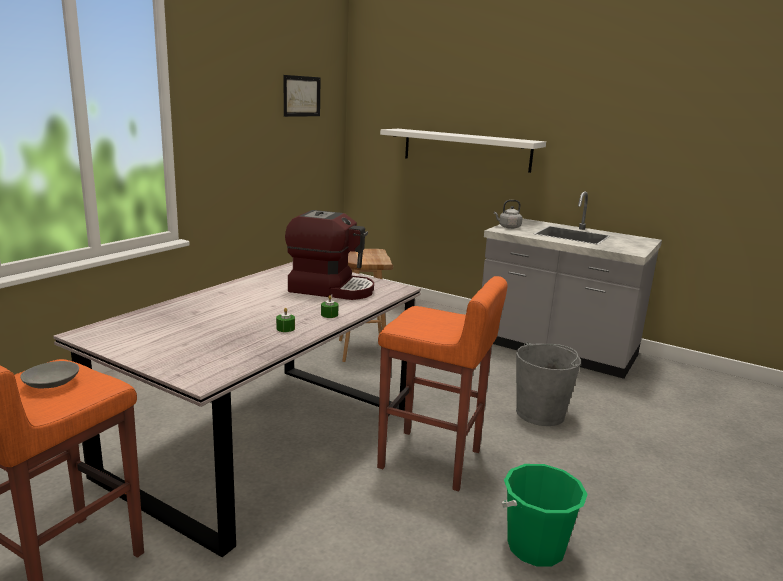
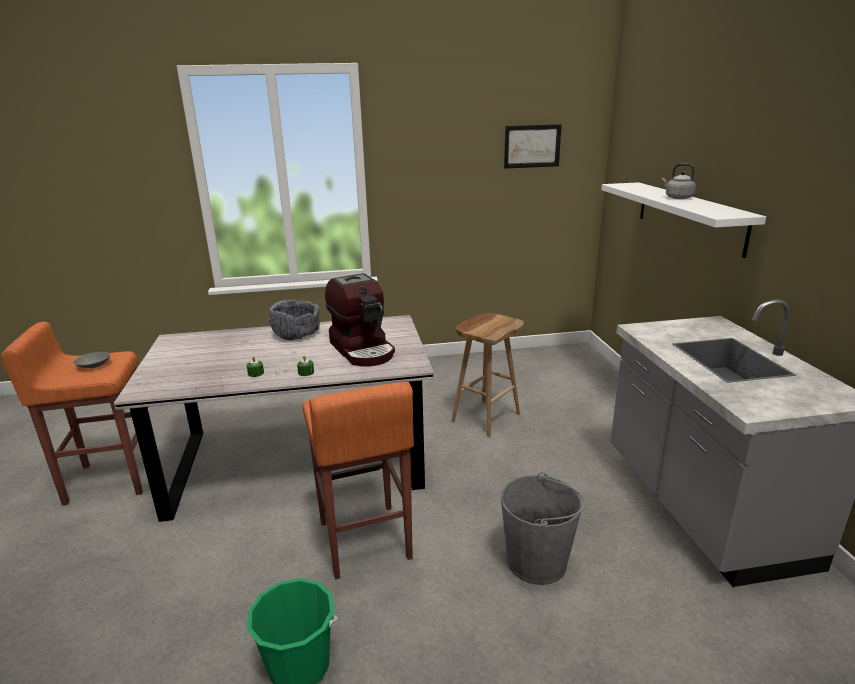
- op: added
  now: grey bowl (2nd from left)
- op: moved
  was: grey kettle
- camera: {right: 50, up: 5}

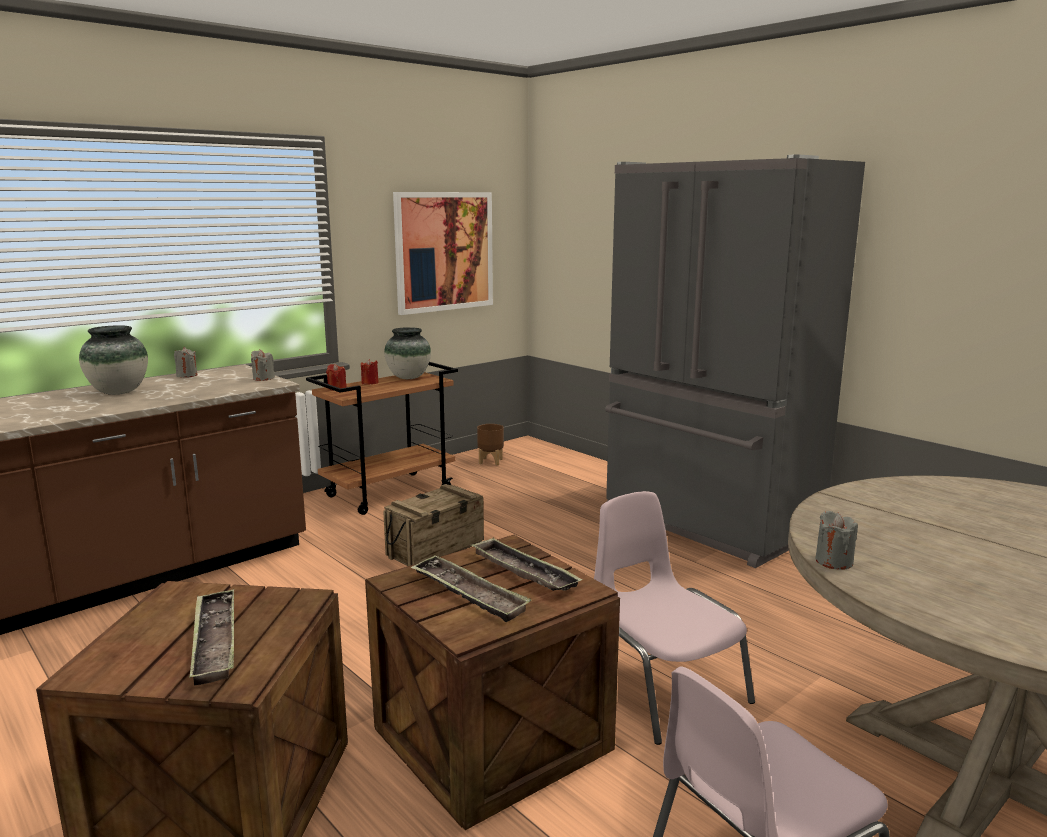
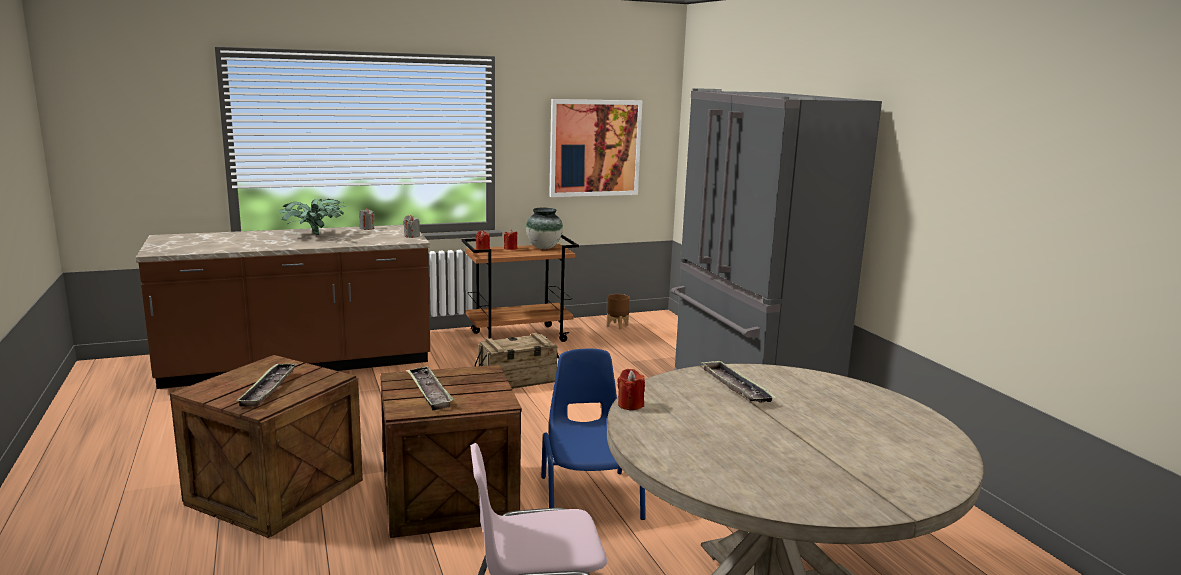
- op: replaced
  was: vase (1st from left)
  now: potted plant
- op: recoloured
  was: pink chair (1st from left)
  now: blue chair
- op: recoloured
  was: grey candle (3rd from left)
  now: red candle (3rd from left)
- op: moved
  was: tray (3rd from left)
- camera: {right: 20, up: 0}

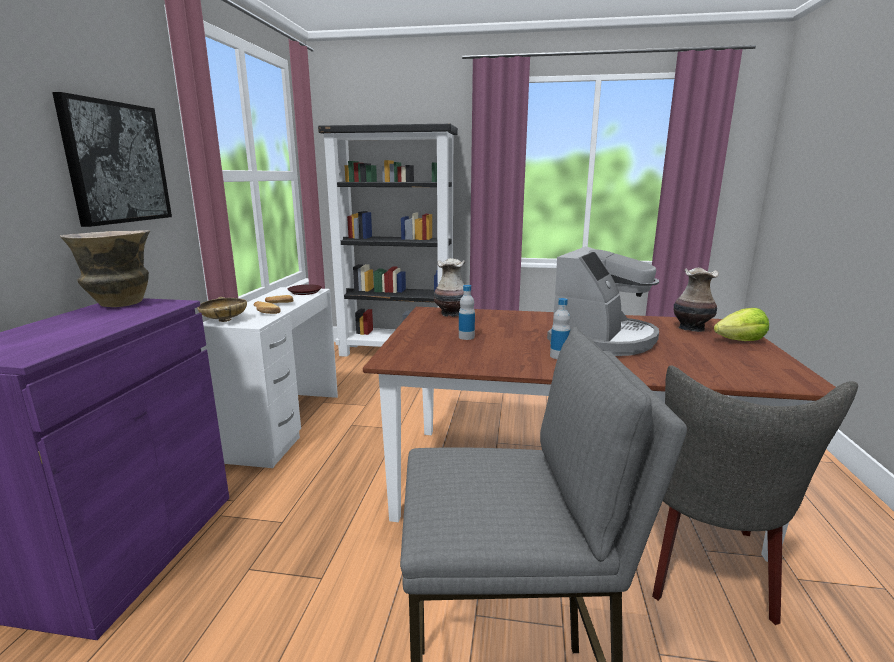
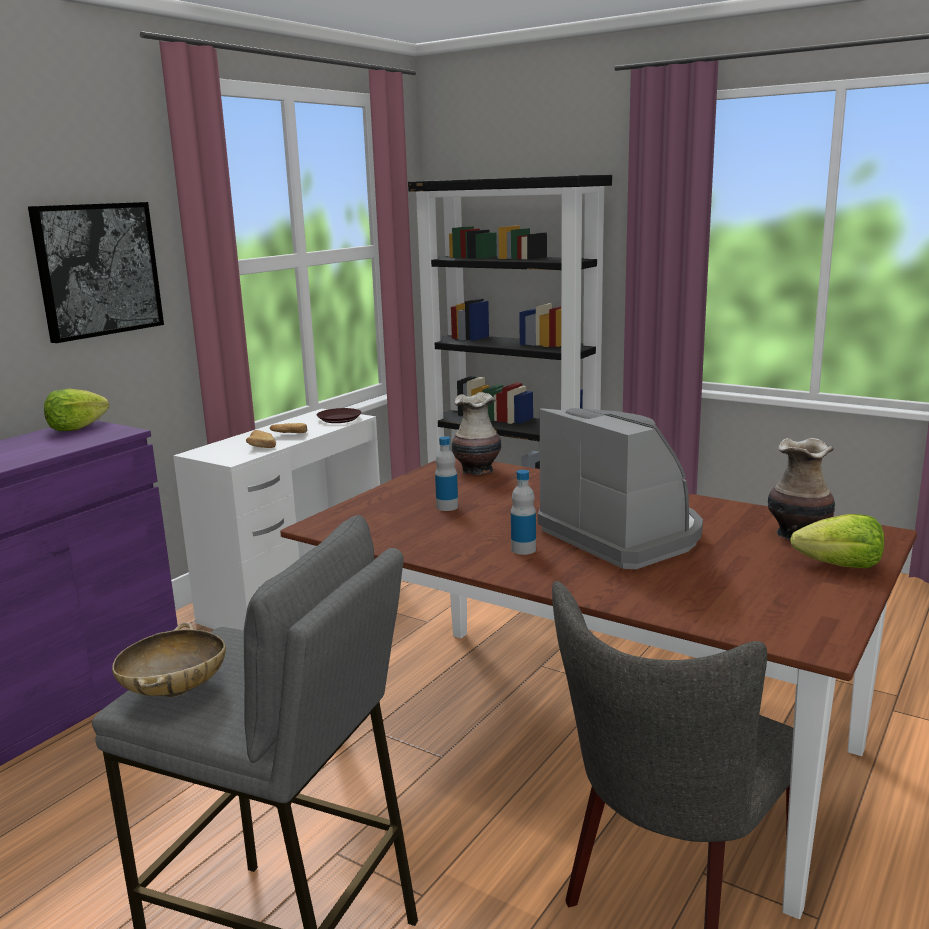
- op: replaced
  was: vase (1st from left)
  now: lettuce (1st from left)
- op: moved
  was: beige bowl
- op: turned
  was: coffee machine
  clockwise: -90
- camera: {right: 25, up: 0}

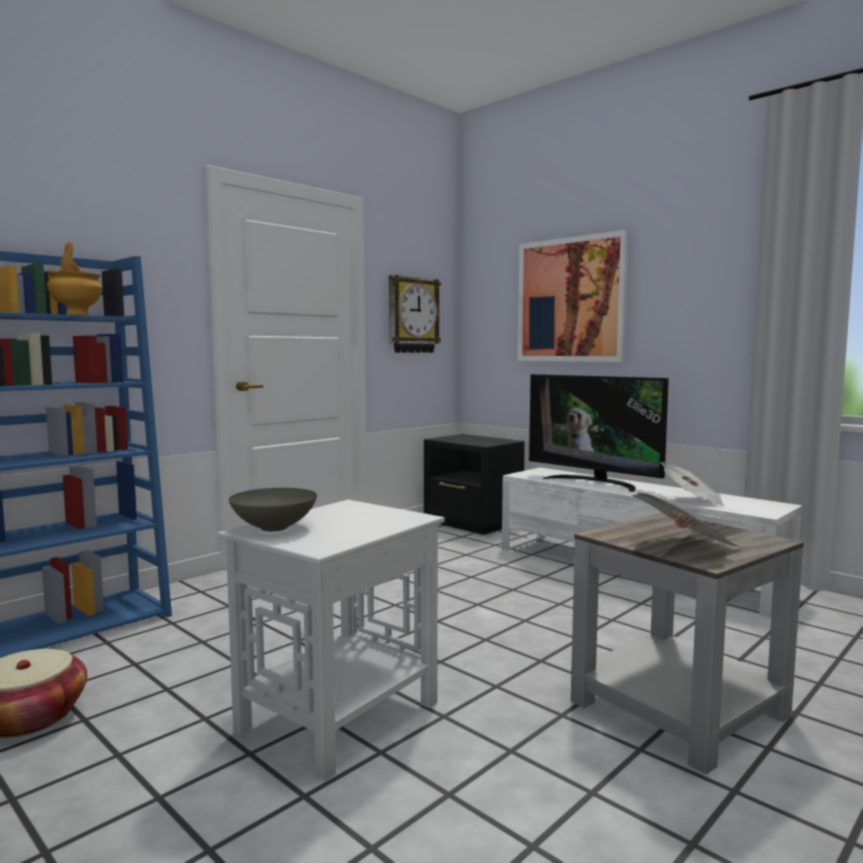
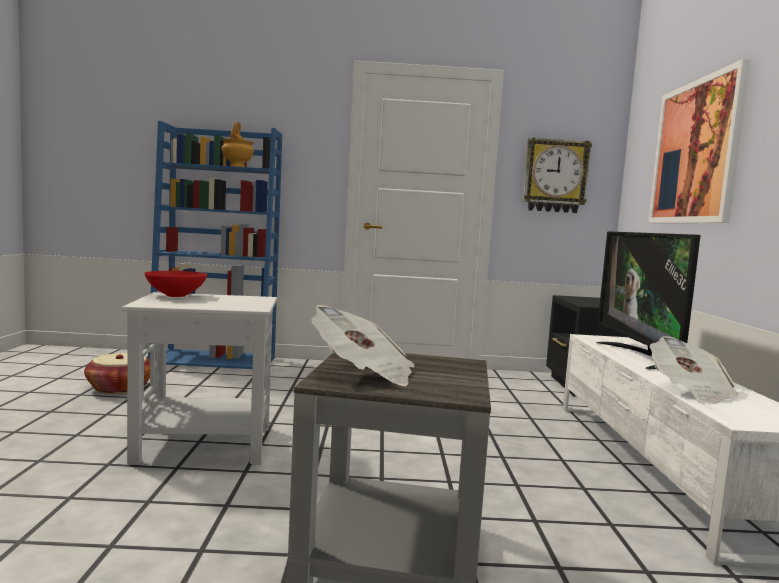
- op: recoloured
  was: grey bowl
  now: red bowl
- camera: {right: 45, up: 0}

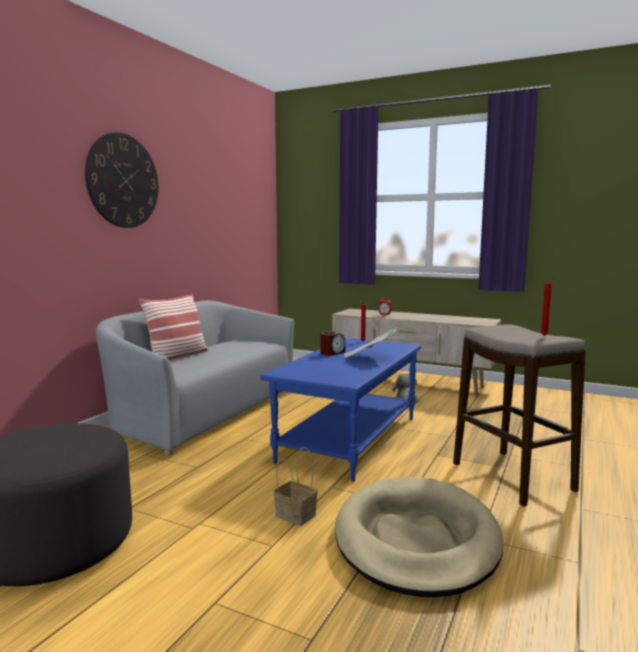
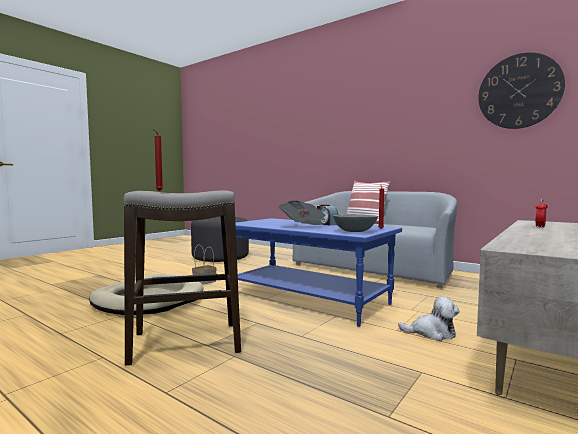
- op: added
  now: grey bowl
- op: moved
  was: wall clock
- camera: {right: 100, up: -5}

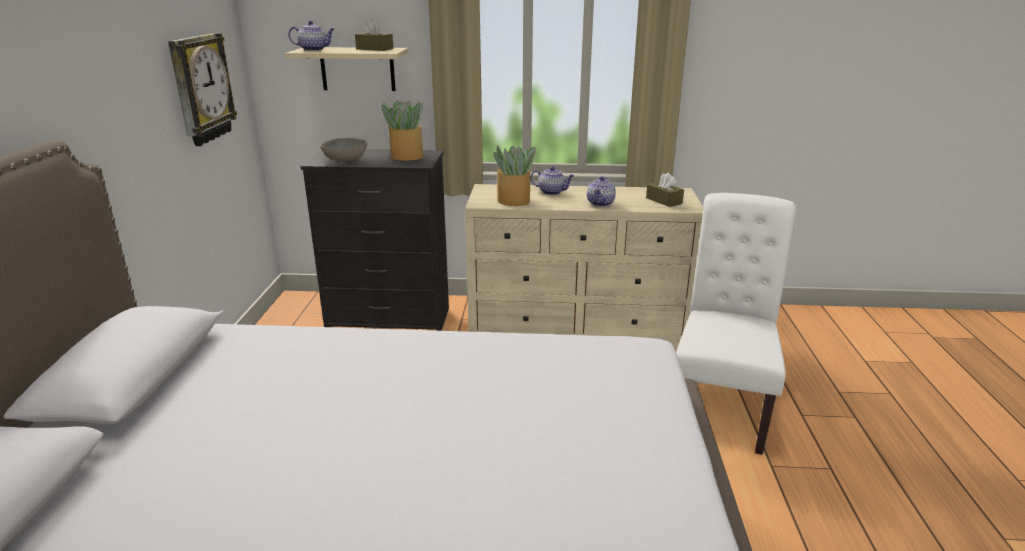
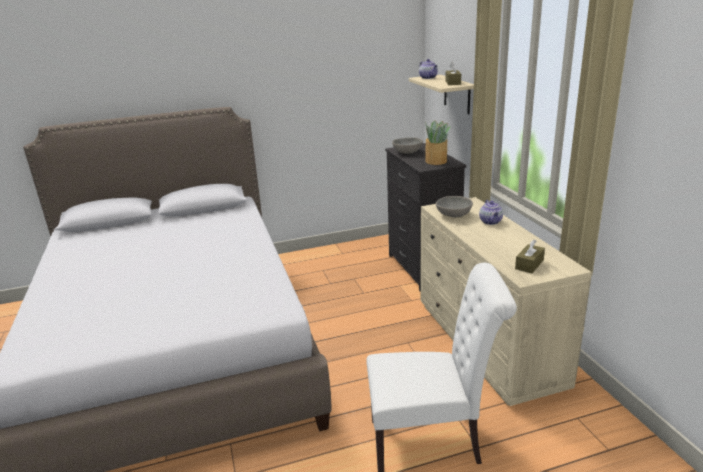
- op: replaced
  was: potted plant (2nd from left)
  now: grey bowl (2nd from left)
- op: removed
  was: wall clock
- op: removed
  was: teapot (3rd from left)
- camera: {right: 70, up: 0}

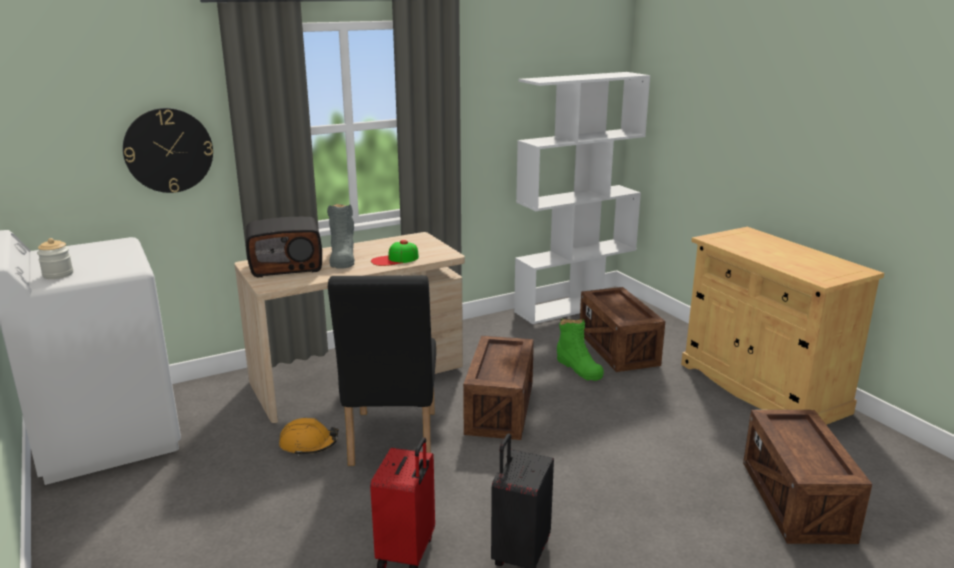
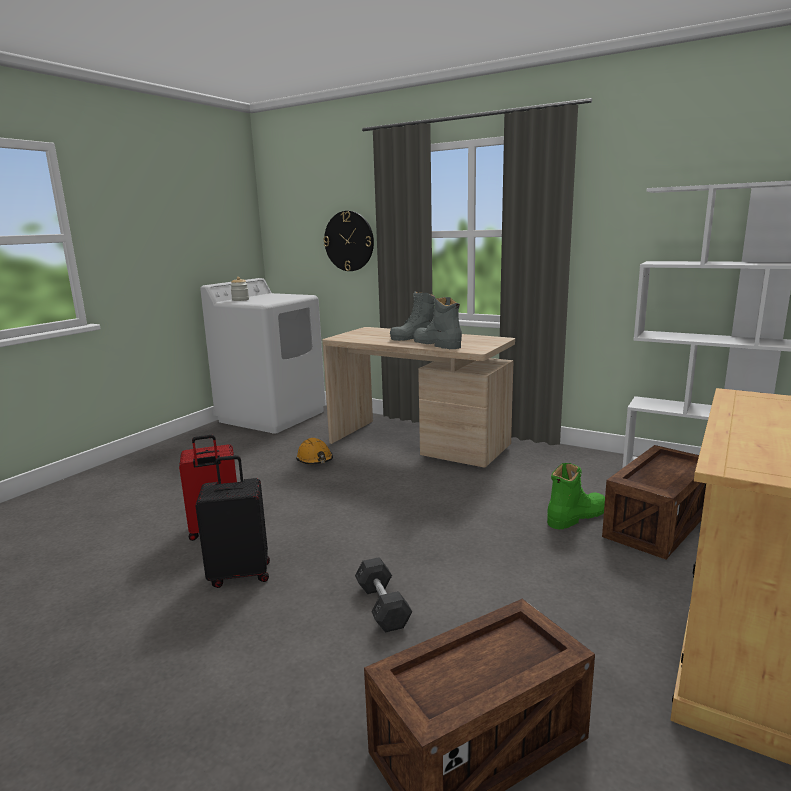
- op: added
  now: grey dumbbell
- op: replaced
  was: cap
  now: grey boot (2nd from left)
- op: turned
  was: green boot
  clockwise: -150
- op: removed
  was: radio
- op: removed
  was: black chair
- op: removed
  was: crate (1st from left)
- camera: {right: 60, up: -5}

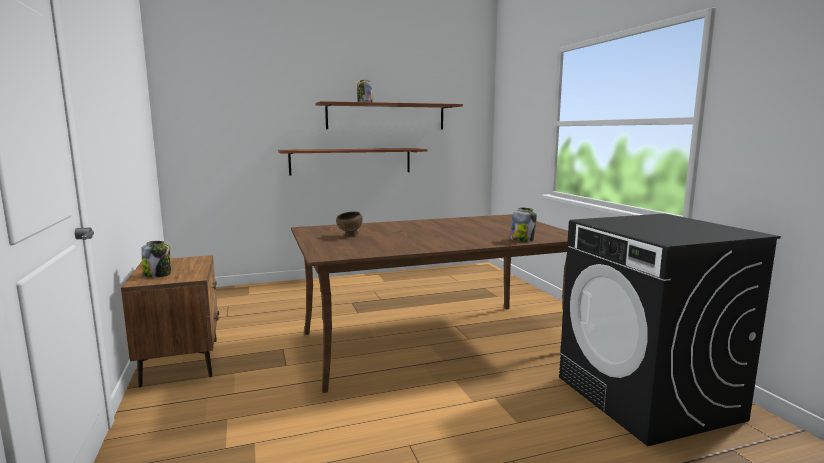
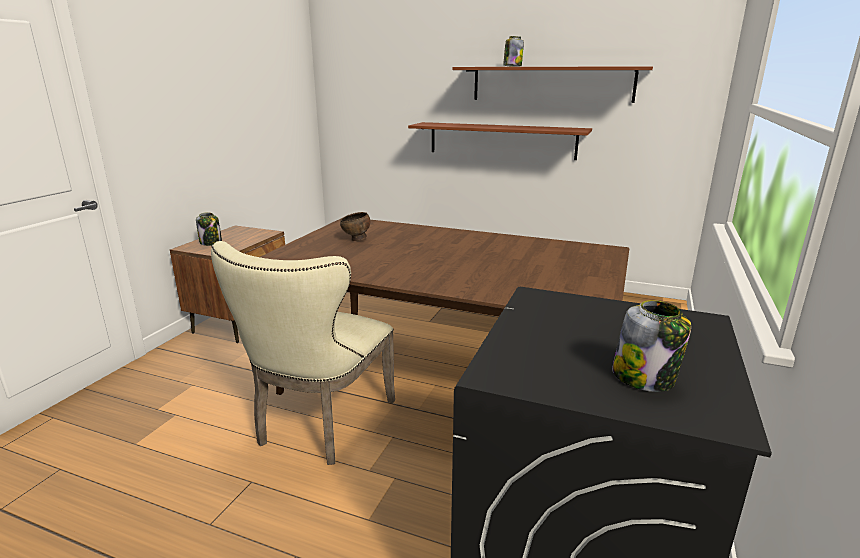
- op: added
  now: beige chair
- op: moved
  was: jar (3rd from left)
- camera: {right: 40, up: 10}

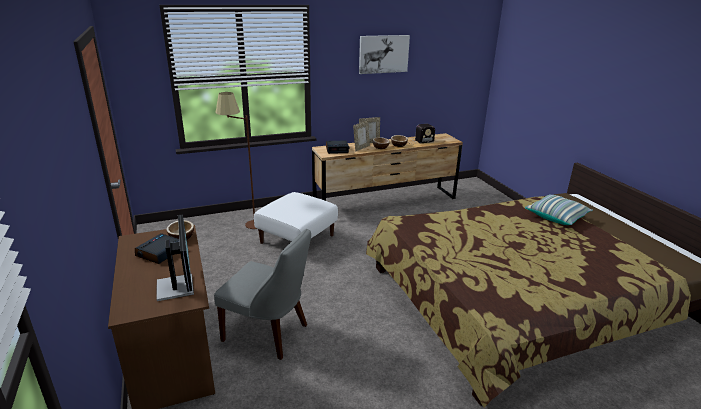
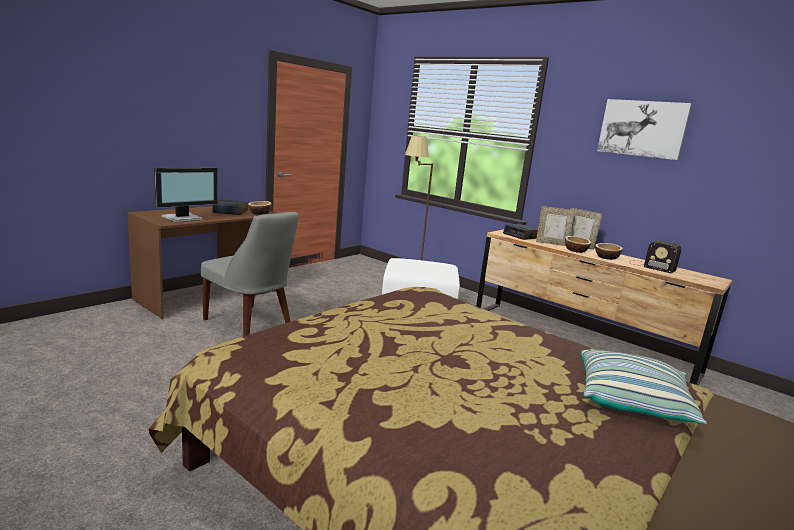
- op: turned
  was: grey chair
  clockwise: -45
- camera: {right: 60, up: -10}

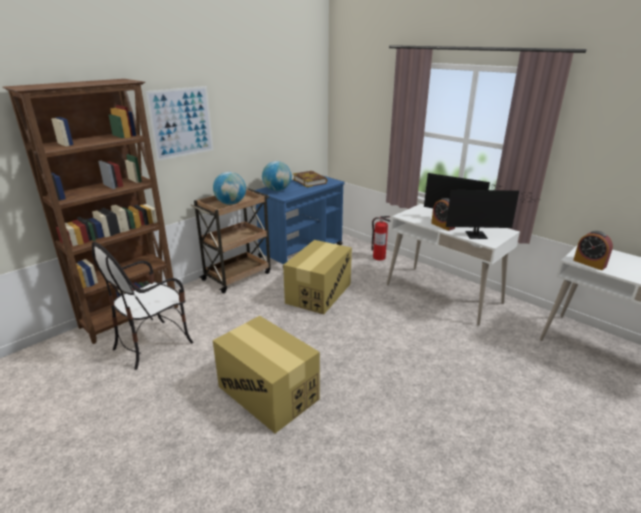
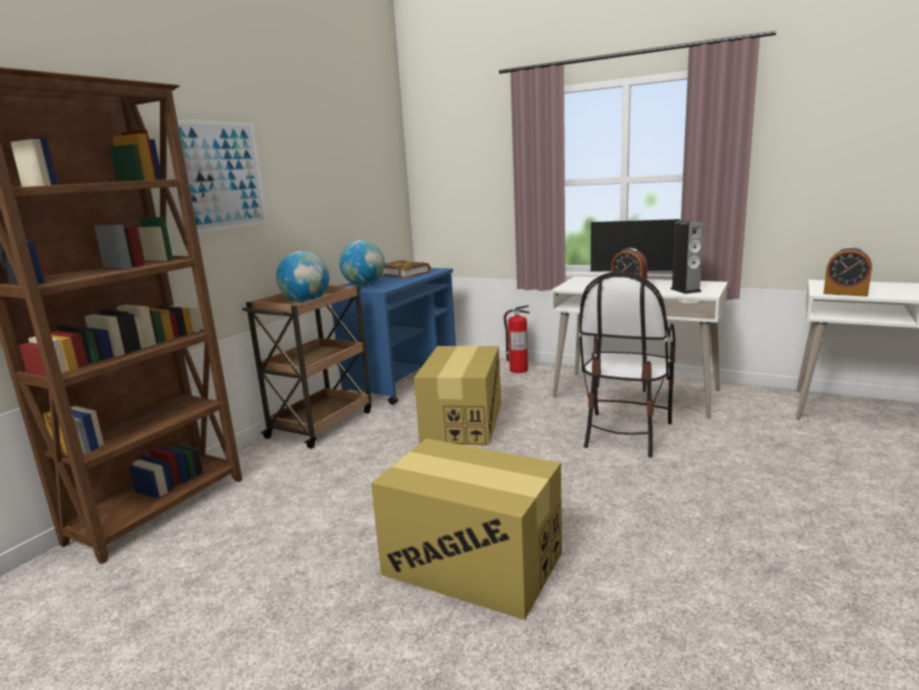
- op: moved
  was: chair
- op: replaced
  was: monitor (2nd from left)
  now: speaker
- camera: {right: -15, up: -10}

